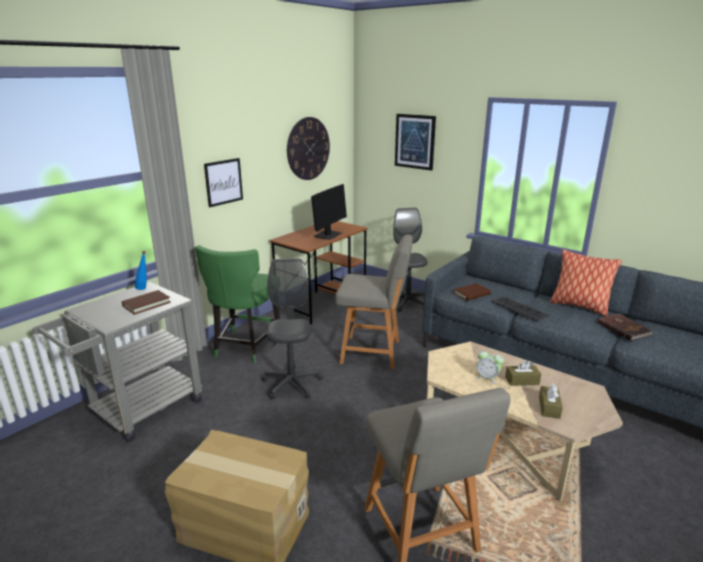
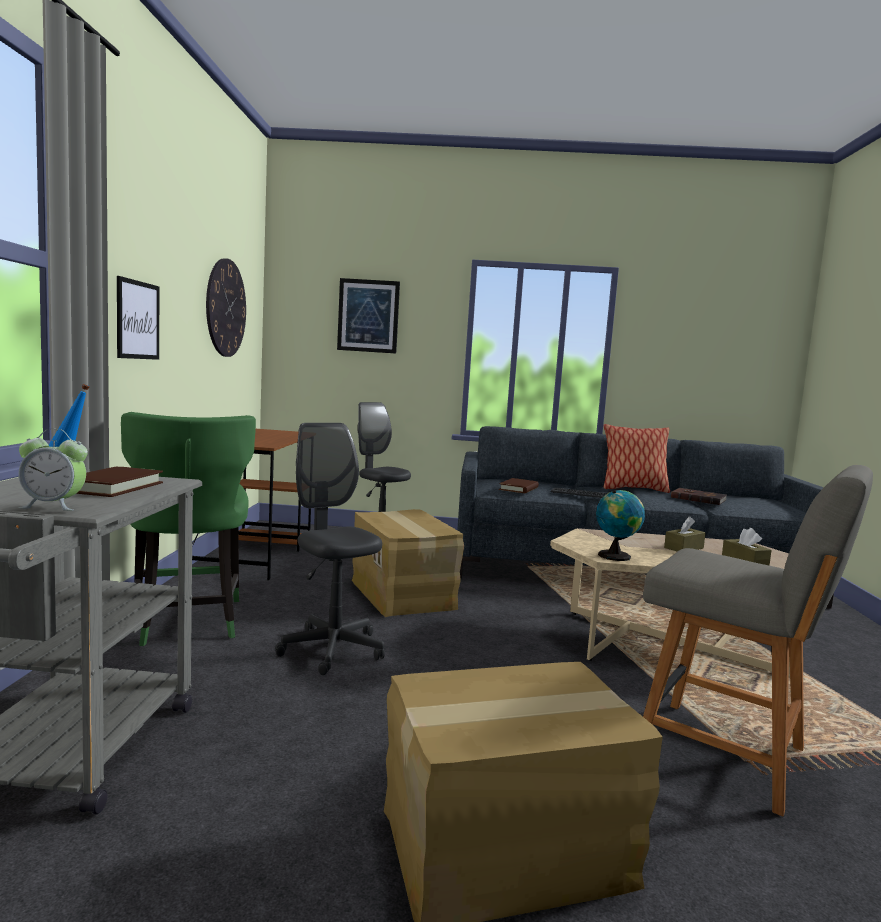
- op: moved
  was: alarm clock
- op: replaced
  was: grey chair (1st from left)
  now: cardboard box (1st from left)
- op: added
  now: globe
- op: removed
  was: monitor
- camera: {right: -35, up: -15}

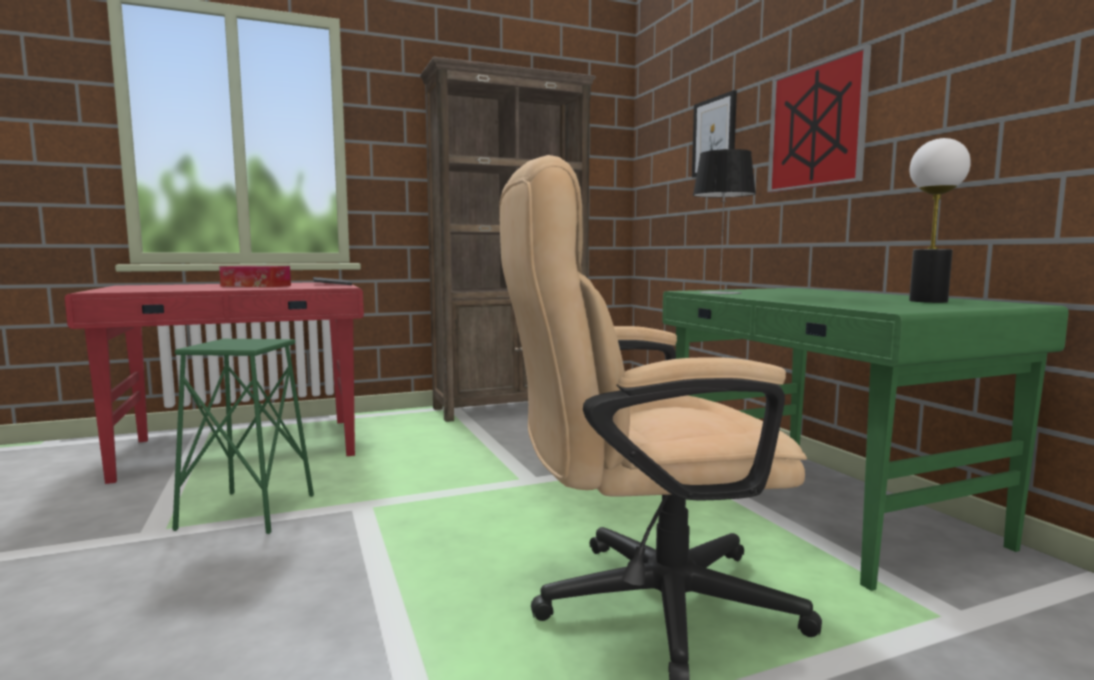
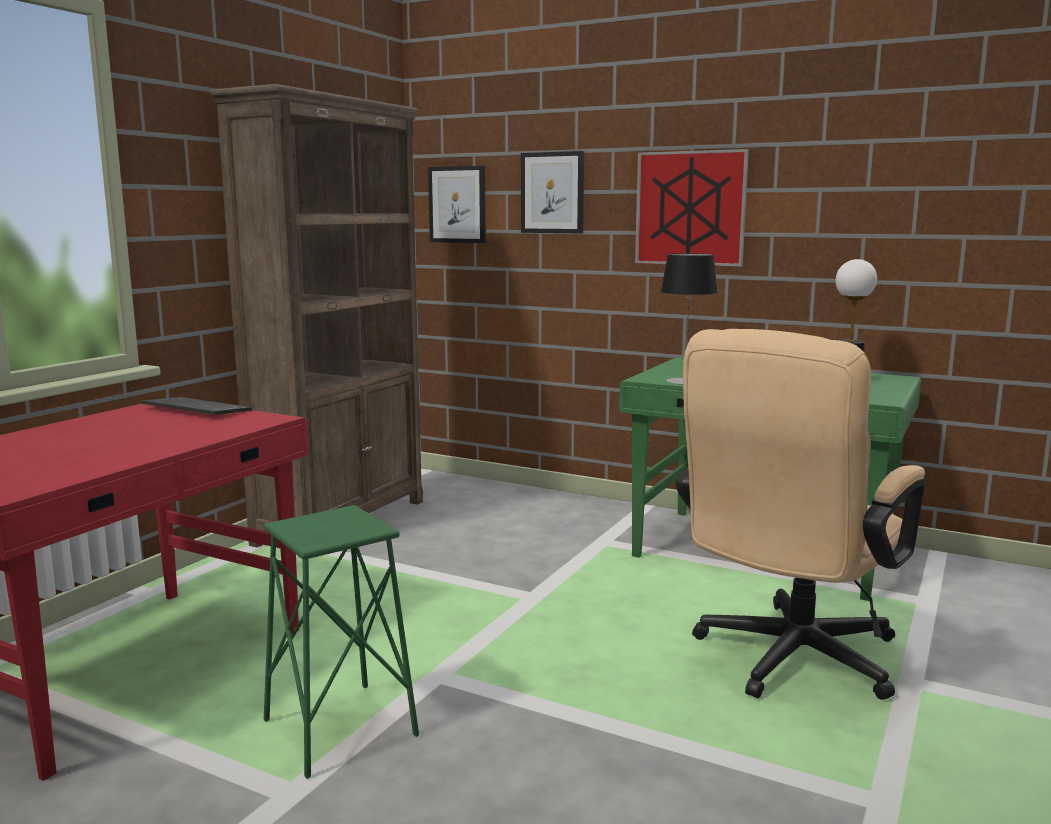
- op: added
  now: picture (1st from left)
- op: removed
  was: tissue box
- camera: {right: -40, up: 5}

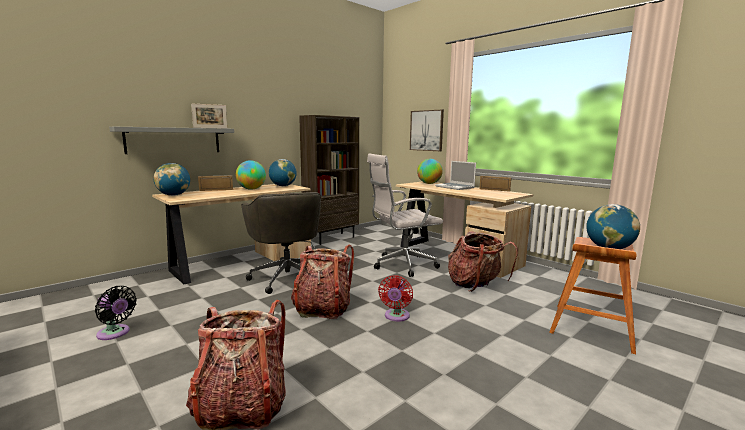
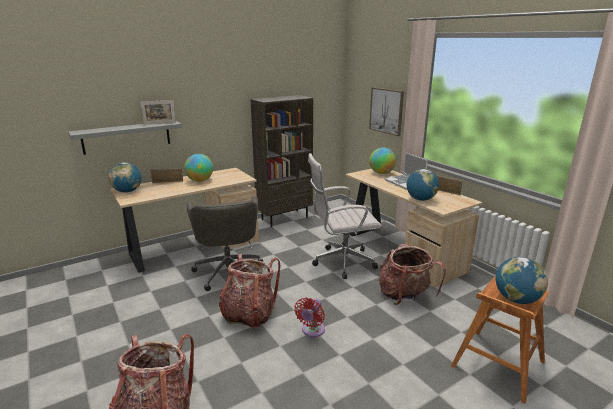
- op: moved
  was: globe (3rd from left in the first image)
  now: globe (4th from left)
- op: removed
  was: black fan
- camera: {right: 10, up: 10}

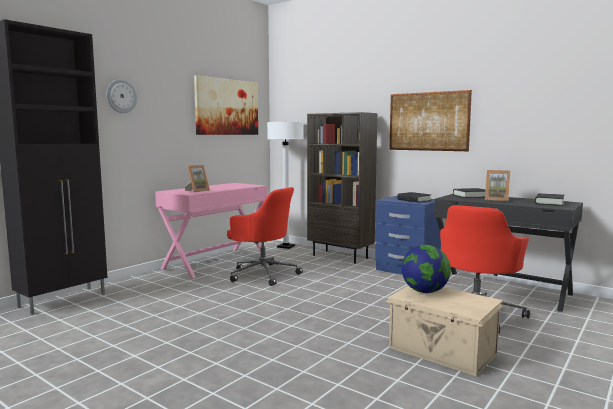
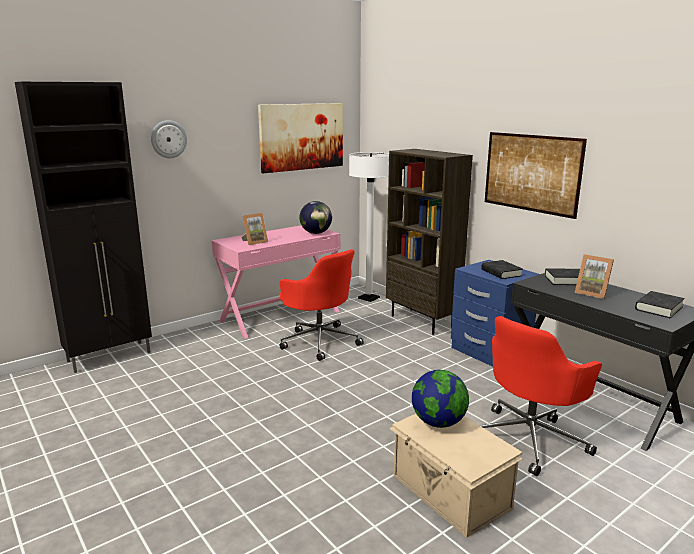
- op: added
  now: globe (1st from left)
- camera: {right: 15, up: 10}

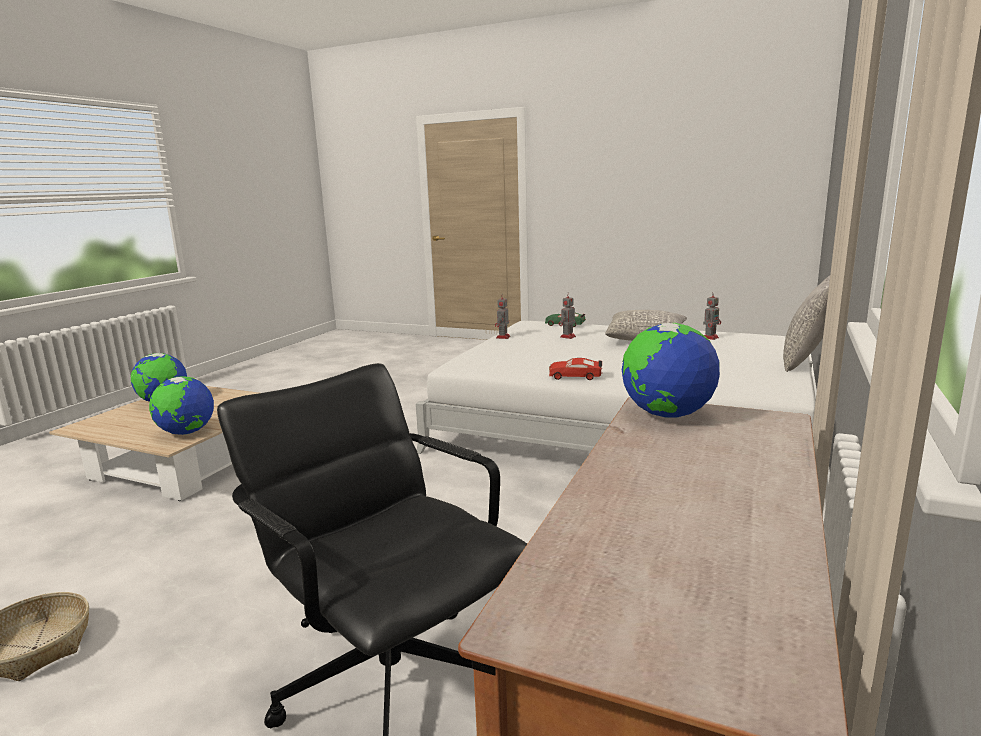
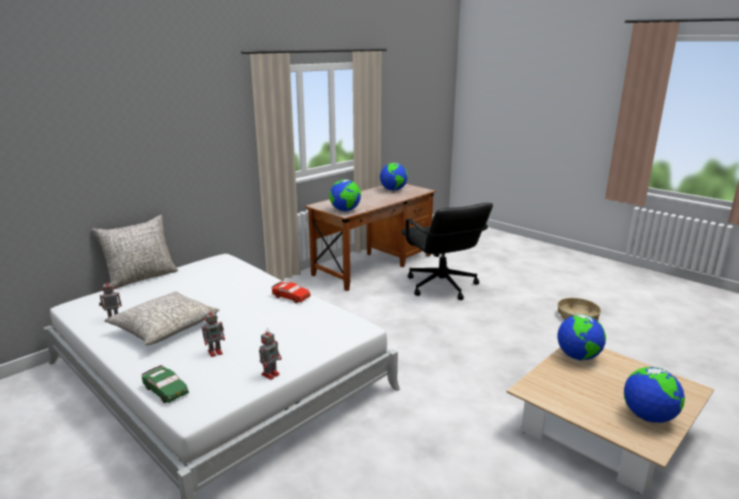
- op: added
  now: globe (2nd from left)
- camera: {right: -160, up: 5}

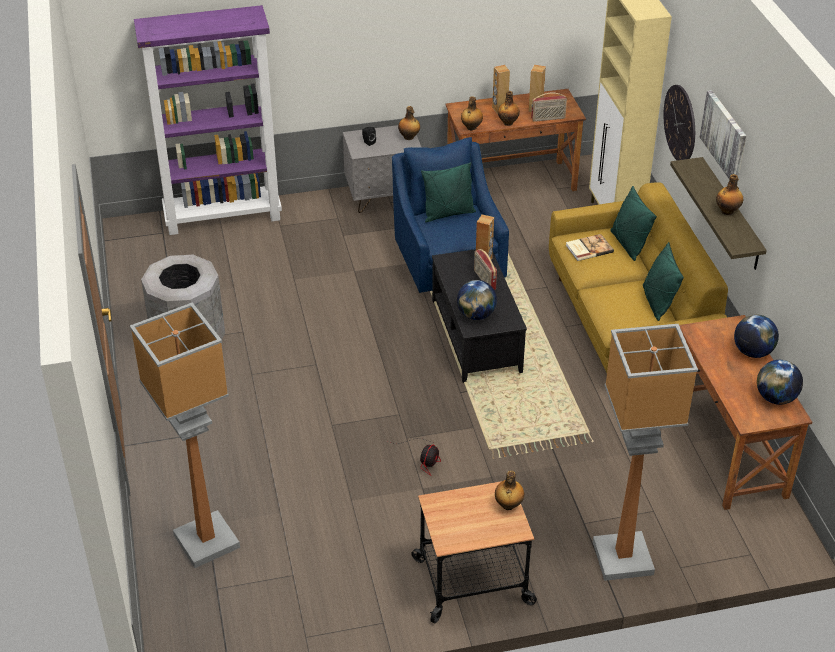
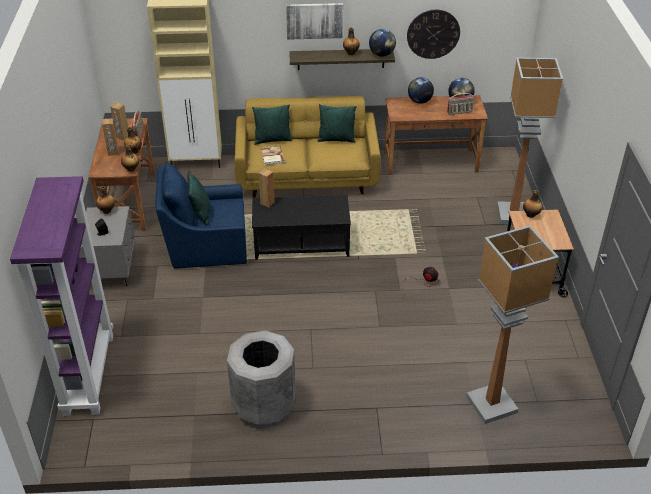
- op: moved
  was: globe (1st from left)
- op: moved
  was: wall clock
- op: moved
  was: radio (1st from left in the first image)
  now: radio (2nd from left)
- camera: {right: -80, up: 0}

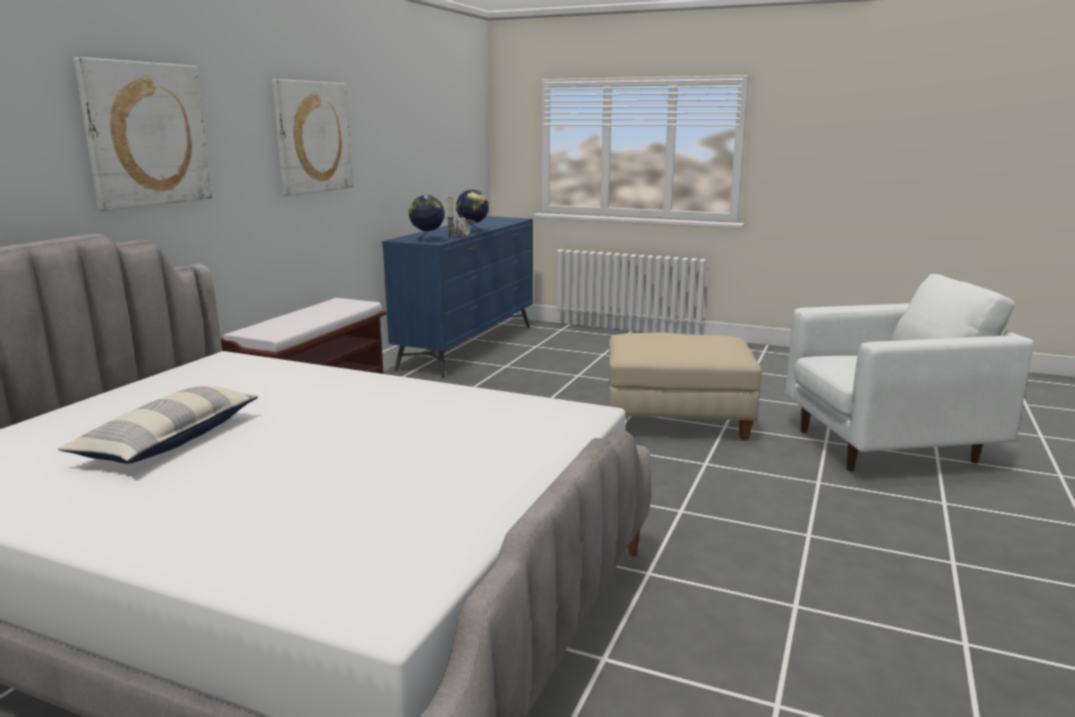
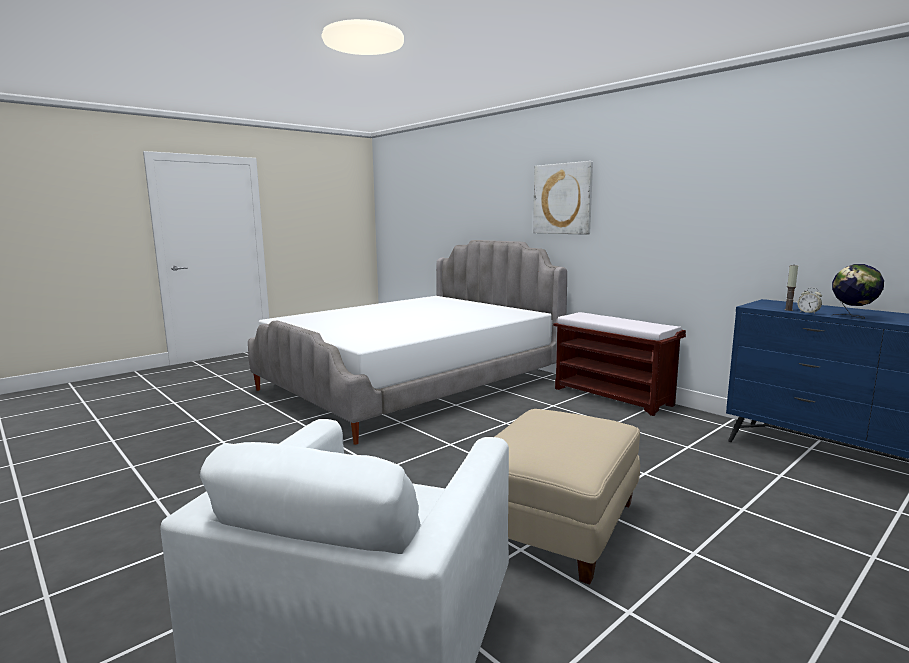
- op: removed
  was: pillow
- op: removed
  was: picture (2nd from left)
- op: removed
  was: globe (1st from left)
- camera: {right: 115, up: -5}

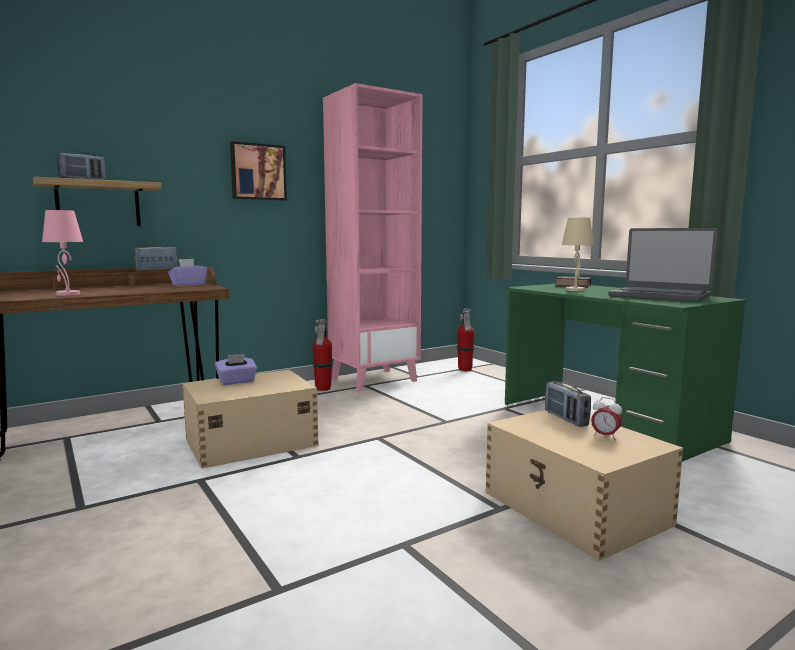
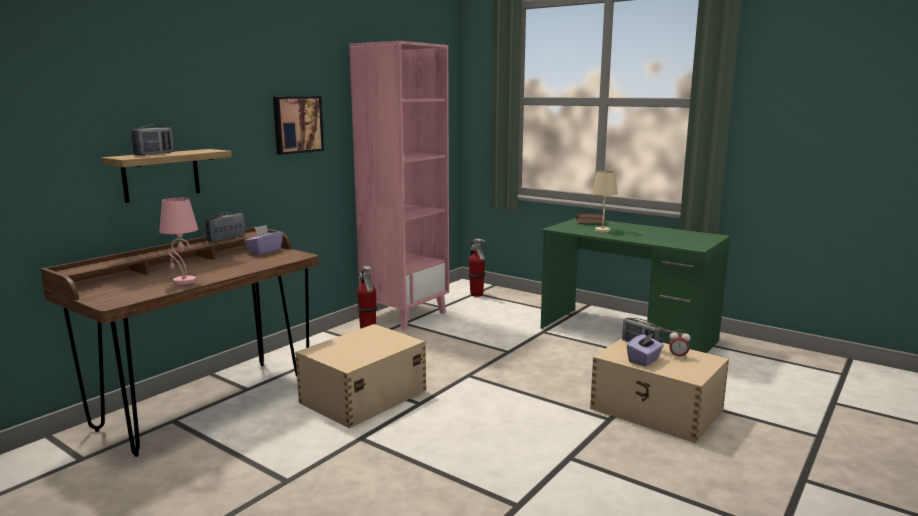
- op: moved
  was: purple tissue box (2nd from left)
- op: removed
  was: laptop
- camera: {right: -20, up: 5}

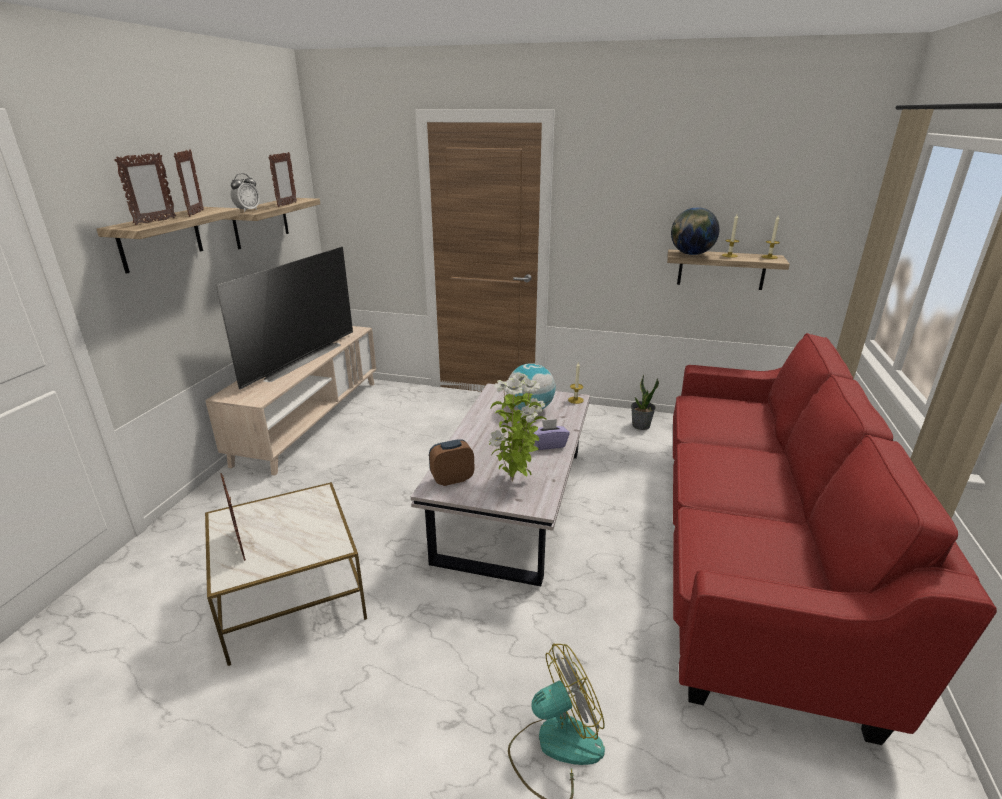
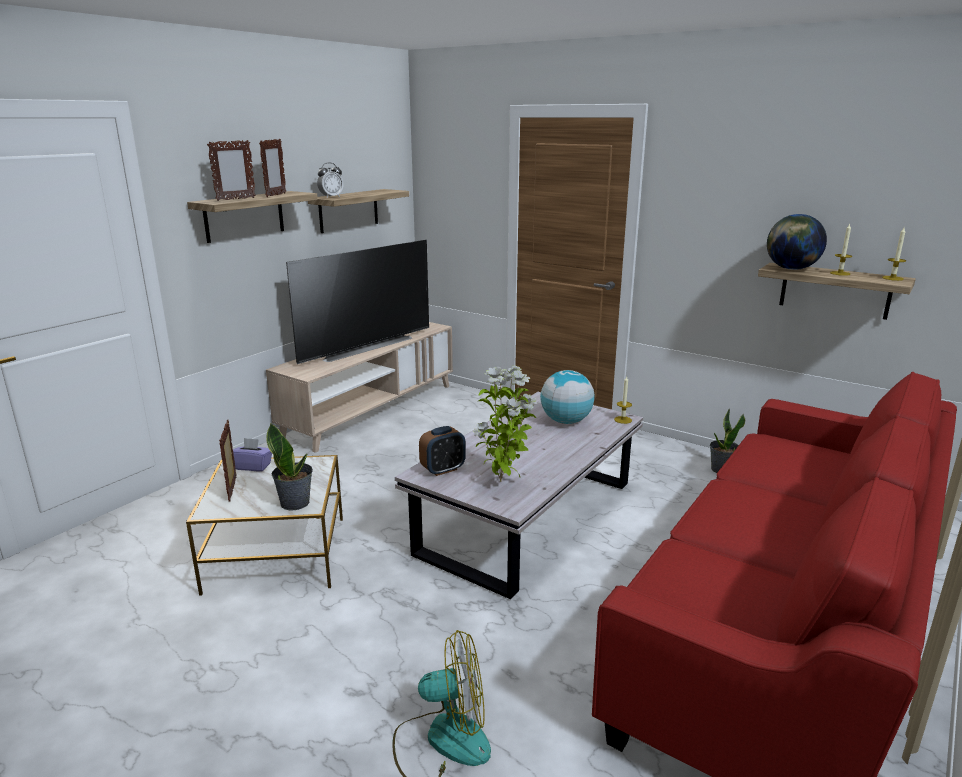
- op: moved
  was: purple tissue box
- op: added
  now: potted plant (1st from left)
- op: turned
  was: alarm clock (2nd from left)
  clockwise: 150
- op: removed
  was: picture frame (4th from left)
- camera: {right: 20, up: -5}

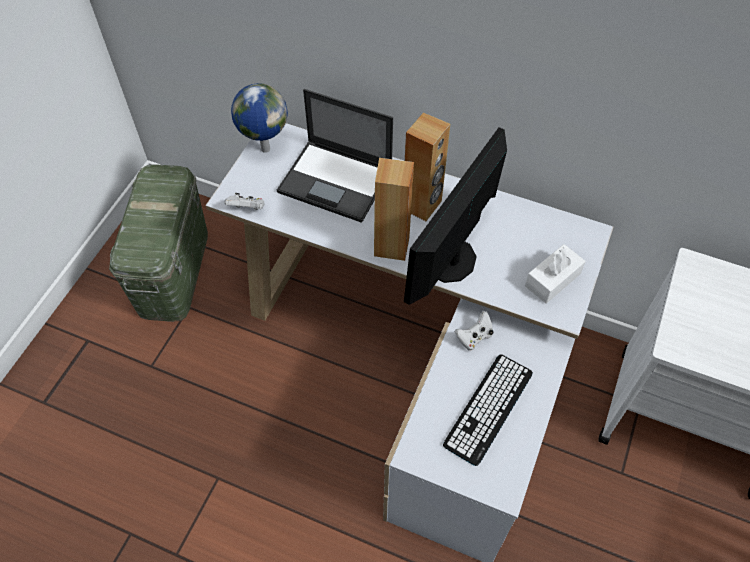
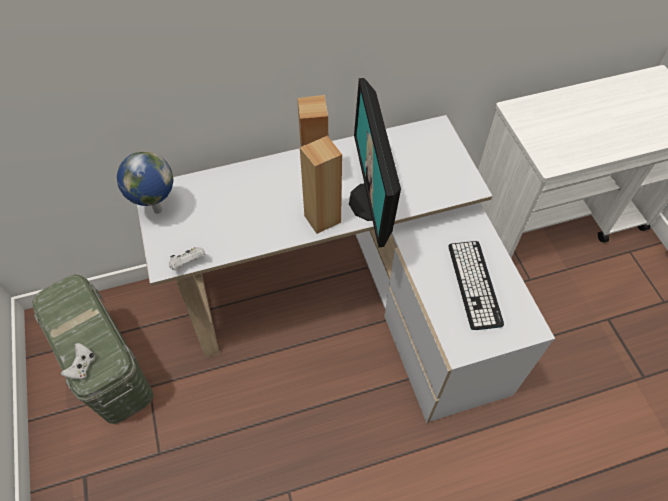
- op: moved
  was: white game controller (2nd from left in the first image)
  now: white game controller (1st from left)
- op: removed
  was: laptop
- op: removed
  was: white tissue box
- camera: {right: -40, up: 0}

